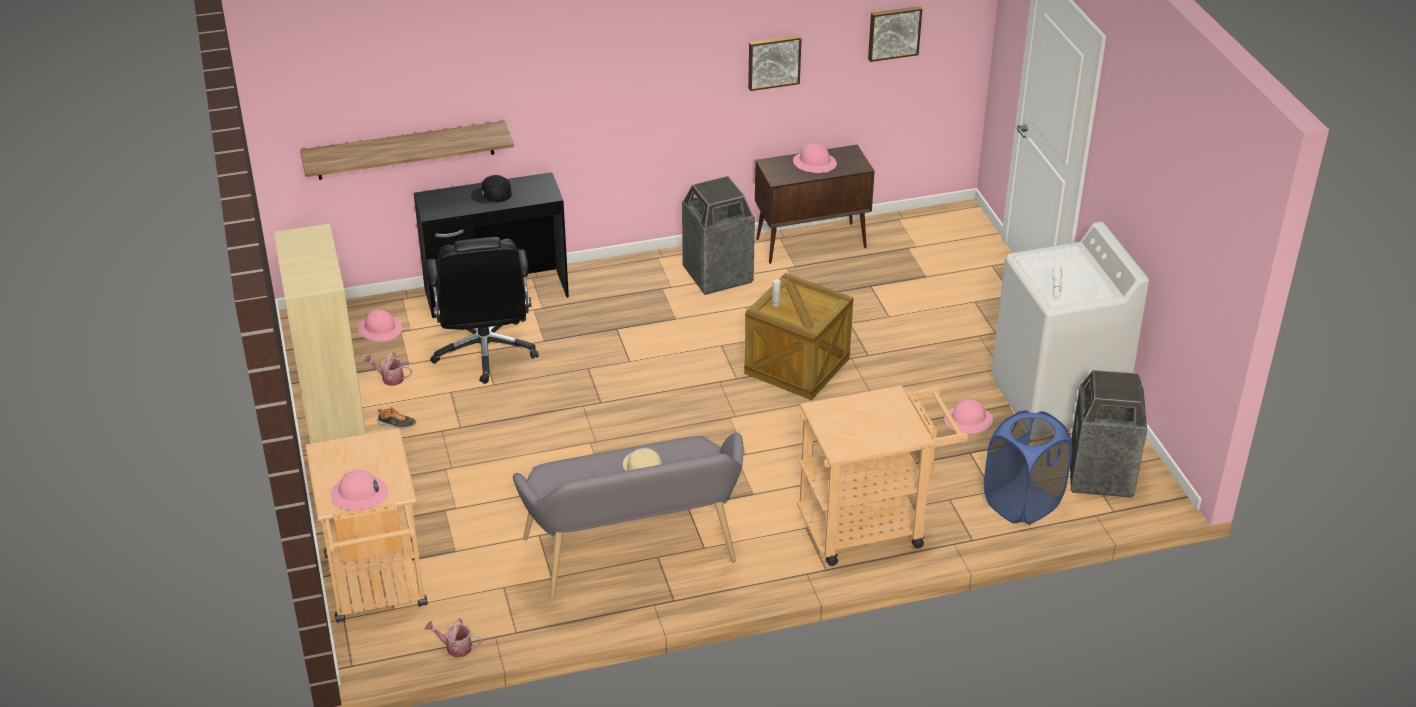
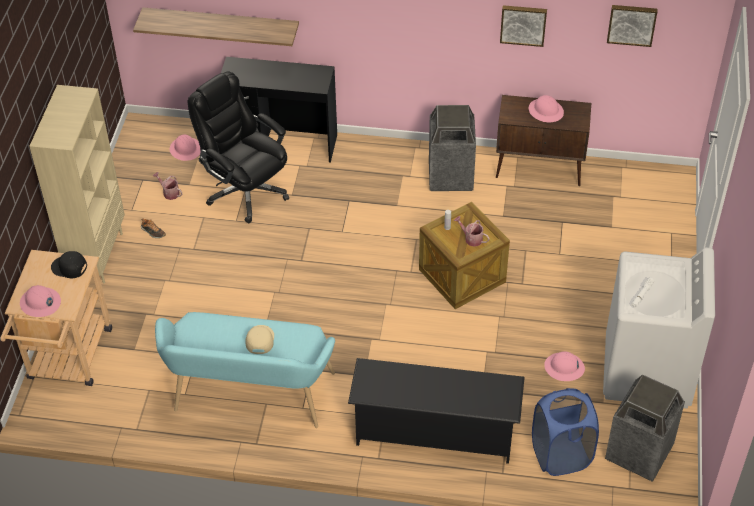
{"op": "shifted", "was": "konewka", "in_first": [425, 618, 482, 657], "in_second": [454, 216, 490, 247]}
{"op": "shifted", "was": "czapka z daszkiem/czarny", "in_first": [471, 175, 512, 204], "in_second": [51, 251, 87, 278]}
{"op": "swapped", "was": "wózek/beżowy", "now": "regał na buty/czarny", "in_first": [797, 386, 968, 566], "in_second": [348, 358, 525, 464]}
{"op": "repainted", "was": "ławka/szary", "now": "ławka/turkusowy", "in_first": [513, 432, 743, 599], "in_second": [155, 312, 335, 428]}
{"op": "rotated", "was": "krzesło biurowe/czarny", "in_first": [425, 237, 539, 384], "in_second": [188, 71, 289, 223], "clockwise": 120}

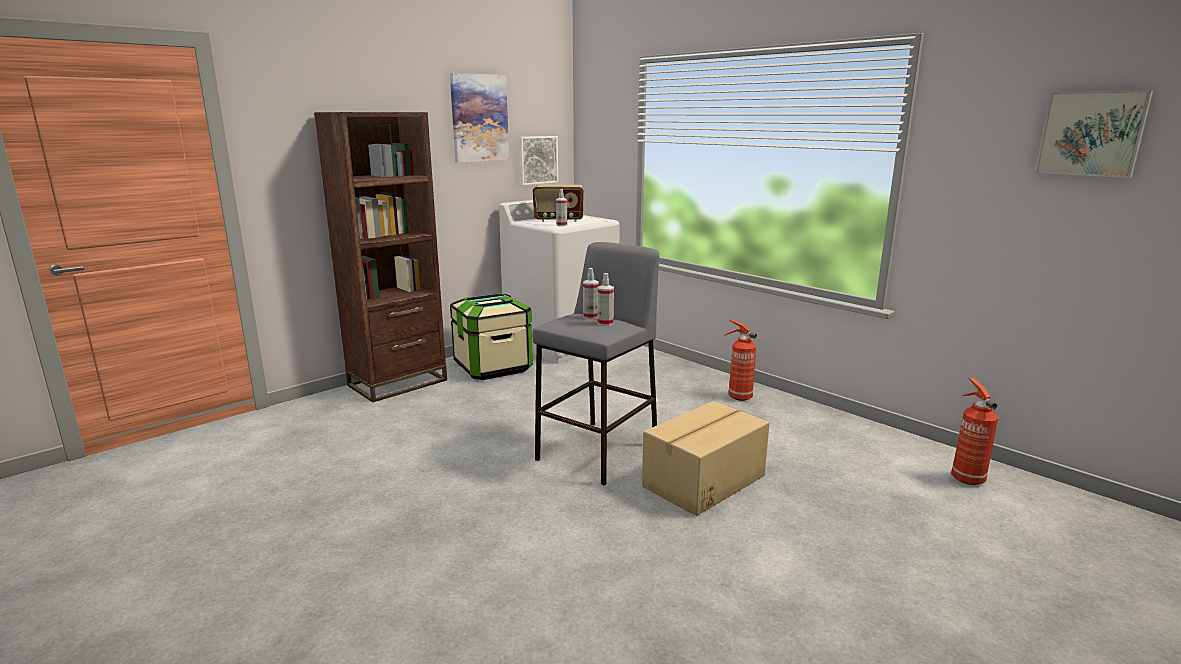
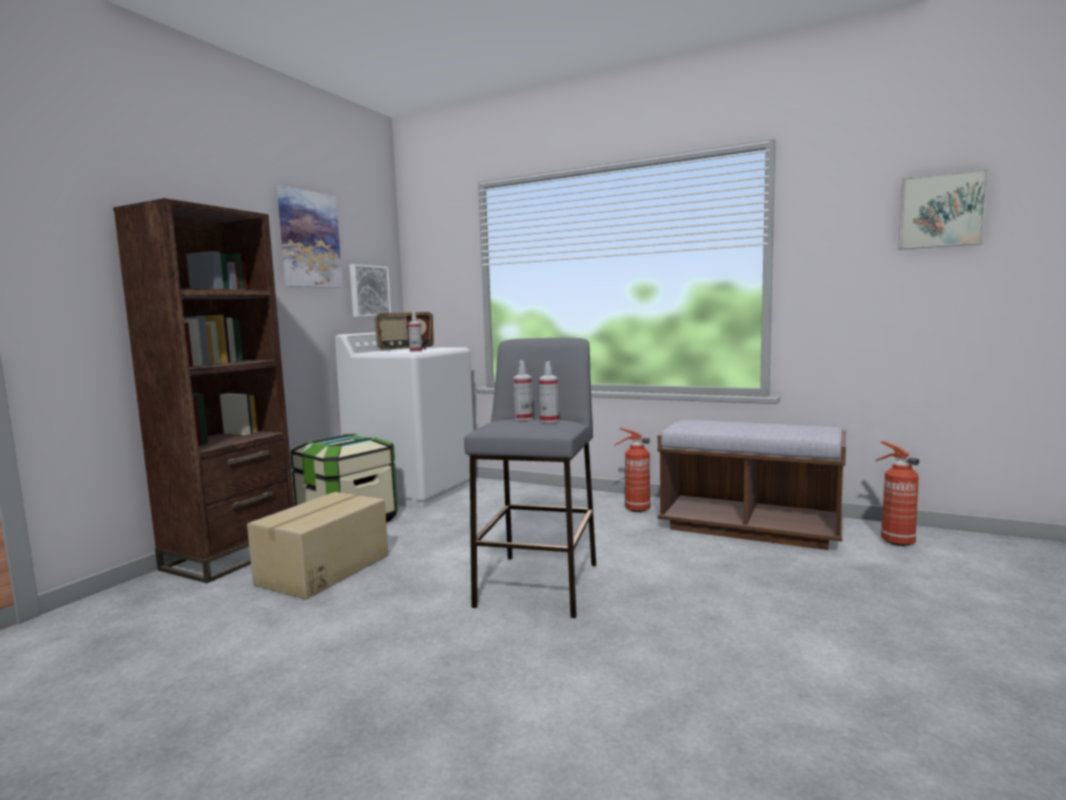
{"op": "new", "now": "ławka/brązowy", "in_second": [658, 420, 846, 550]}
{"op": "shifted", "was": "karton", "in_first": [642, 401, 770, 516], "in_second": [247, 492, 388, 600]}

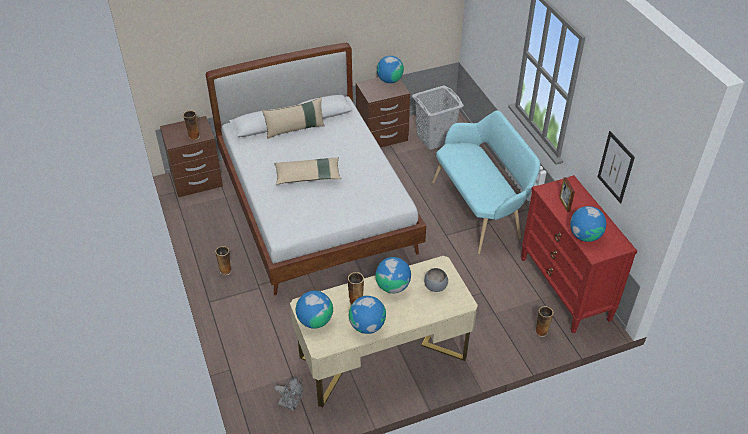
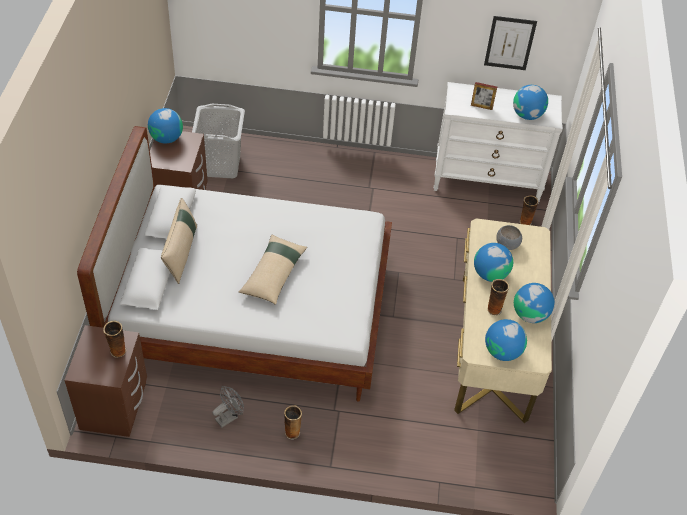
{"op": "gone", "was": "ławka/turkusowy", "in_first": [432, 110, 540, 254]}
{"op": "shifted", "was": "wentylator/szary", "in_first": [274, 377, 303, 411], "in_second": [212, 386, 244, 428]}
{"op": "repainted", "was": "komoda/czerwony", "now": "komoda/biały", "in_first": [521, 175, 637, 333], "in_second": [434, 82, 563, 203]}

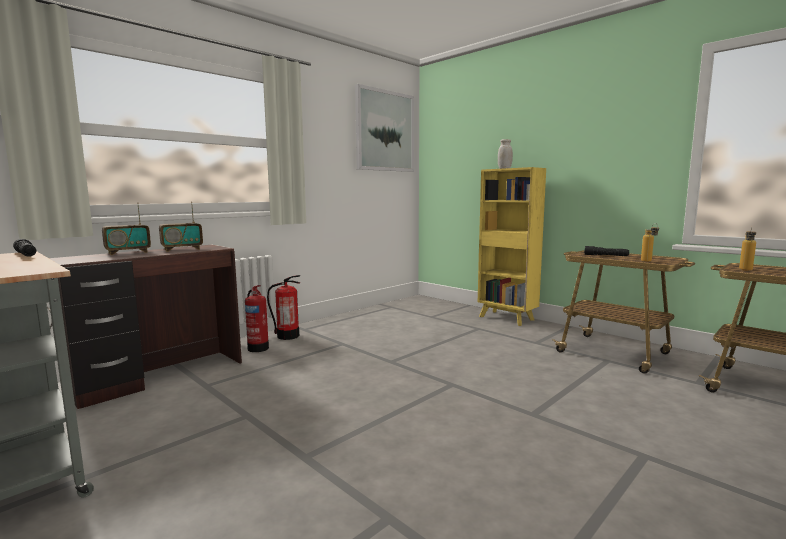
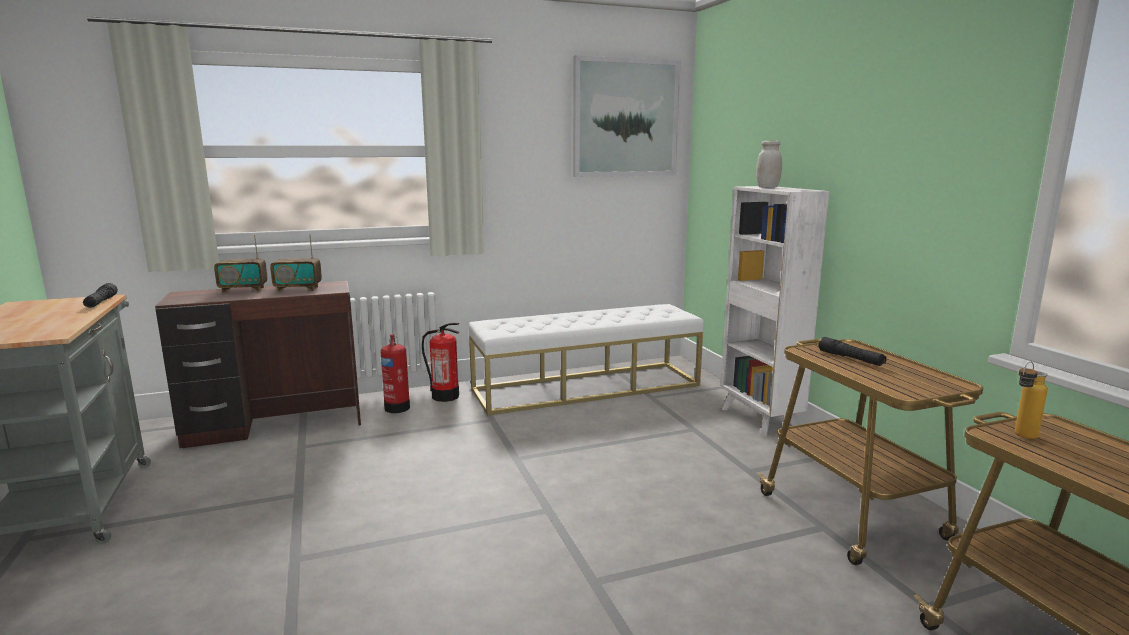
{"op": "gone", "was": "butelka", "in_first": [641, 223, 659, 262]}
{"op": "new", "now": "ławka/biały", "in_second": [469, 304, 703, 415]}
{"op": "repainted", "was": "regał/żółty", "now": "regał/biały", "in_first": [478, 167, 546, 326], "in_second": [721, 186, 829, 437]}

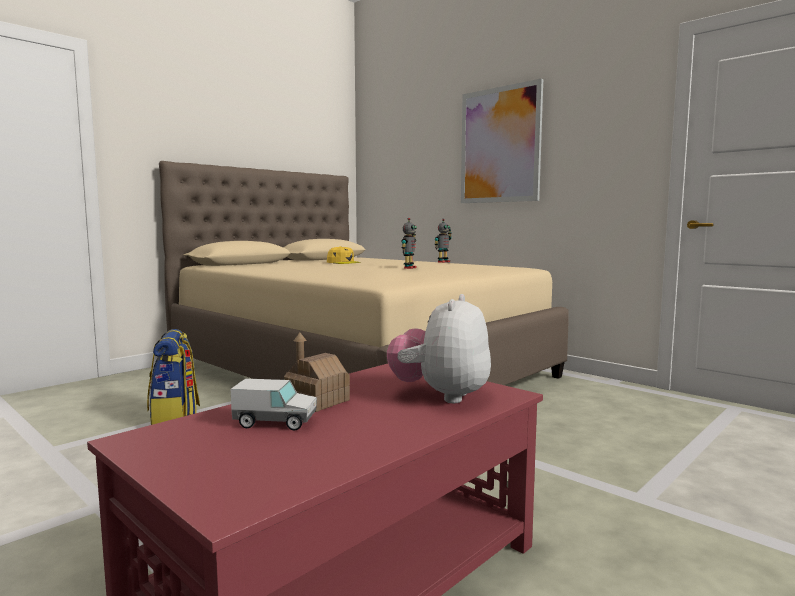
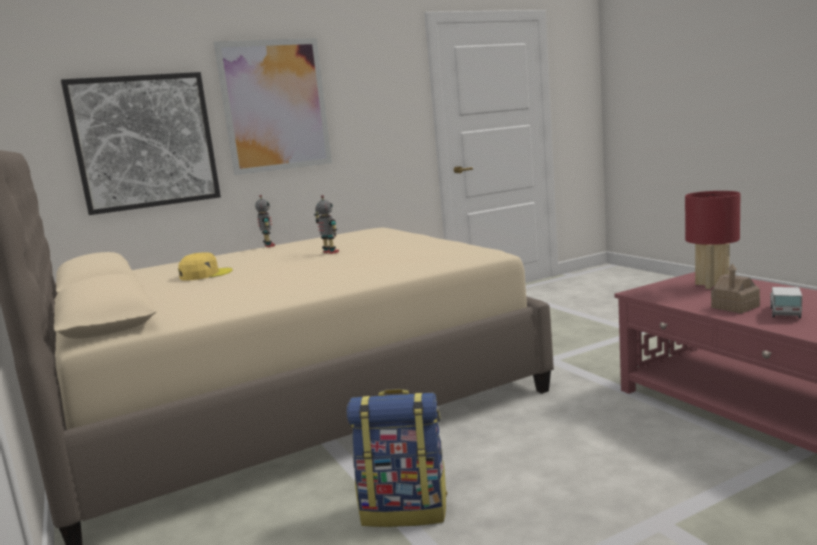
{"op": "new", "now": "obraz", "in_second": [61, 72, 221, 215]}
{"op": "swapped", "was": "pluszak", "now": "lampa stołowa/czerwony", "in_first": [387, 294, 491, 403], "in_second": [685, 191, 740, 289]}

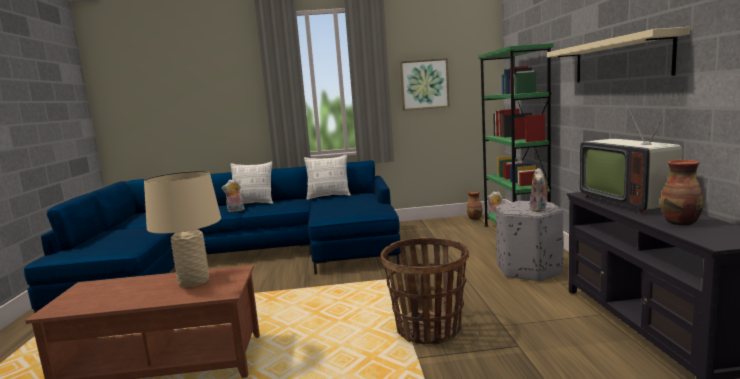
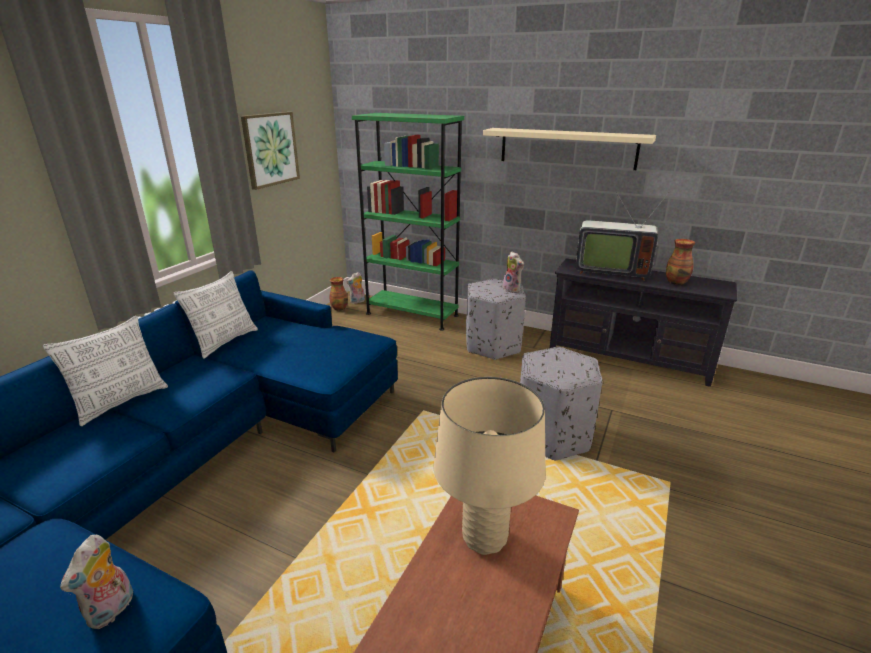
{"op": "shifted", "was": "pluszak", "in_first": [221, 179, 245, 212], "in_second": [60, 535, 133, 629]}
{"op": "swapped", "was": "koszyk", "now": "pufa/szary", "in_first": [381, 238, 469, 345], "in_second": [520, 347, 603, 460]}

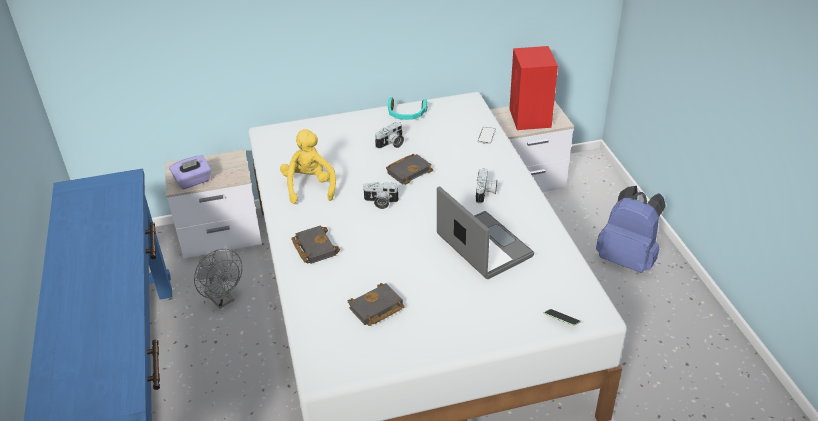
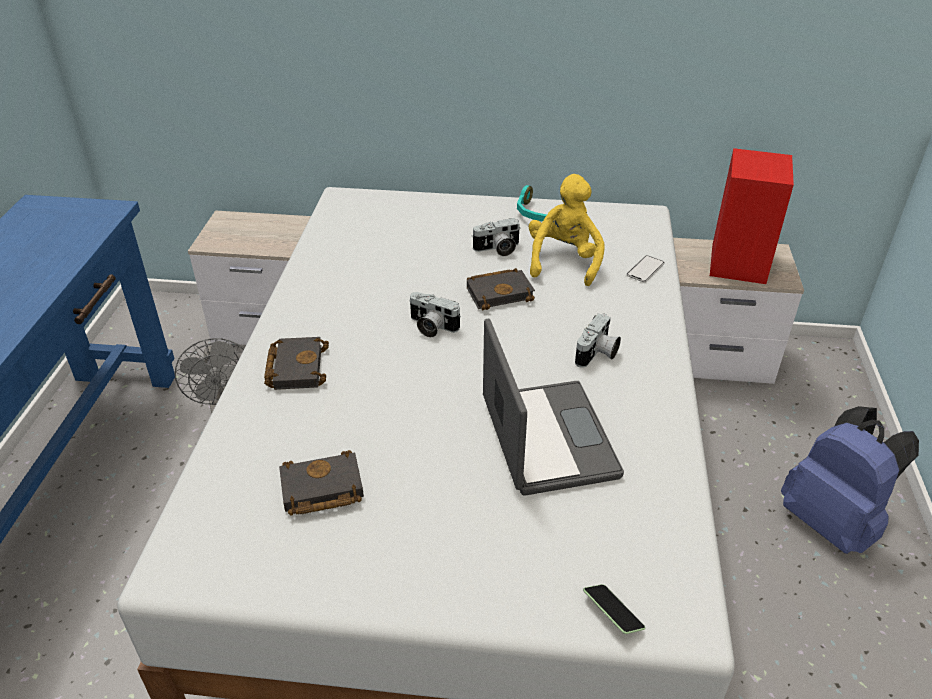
{"op": "gone", "was": "pudełko chusteczek/fioletowy", "in_first": [169, 155, 211, 190]}
{"op": "shifted", "was": "pluszak/żółty", "in_first": [280, 129, 336, 204], "in_second": [529, 174, 605, 286]}

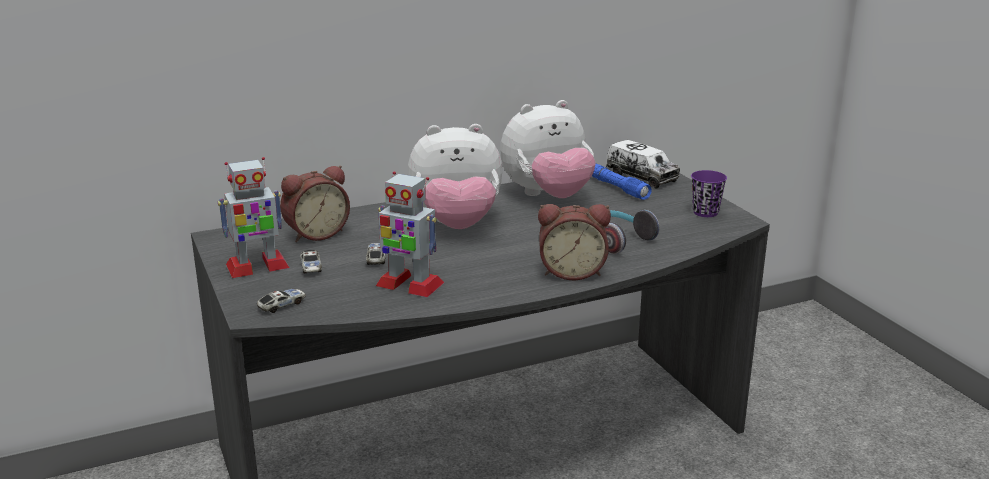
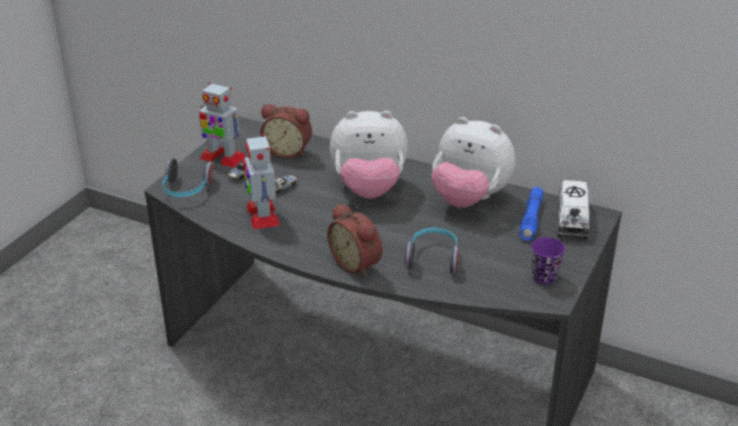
{"op": "swapped", "was": "samochodzik", "now": "słuchawki", "in_first": [257, 289, 306, 313], "in_second": [162, 158, 215, 197]}
{"op": "rotated", "was": "pluszak", "in_first": [407, 124, 502, 229], "in_second": [330, 111, 408, 199], "clockwise": -45}

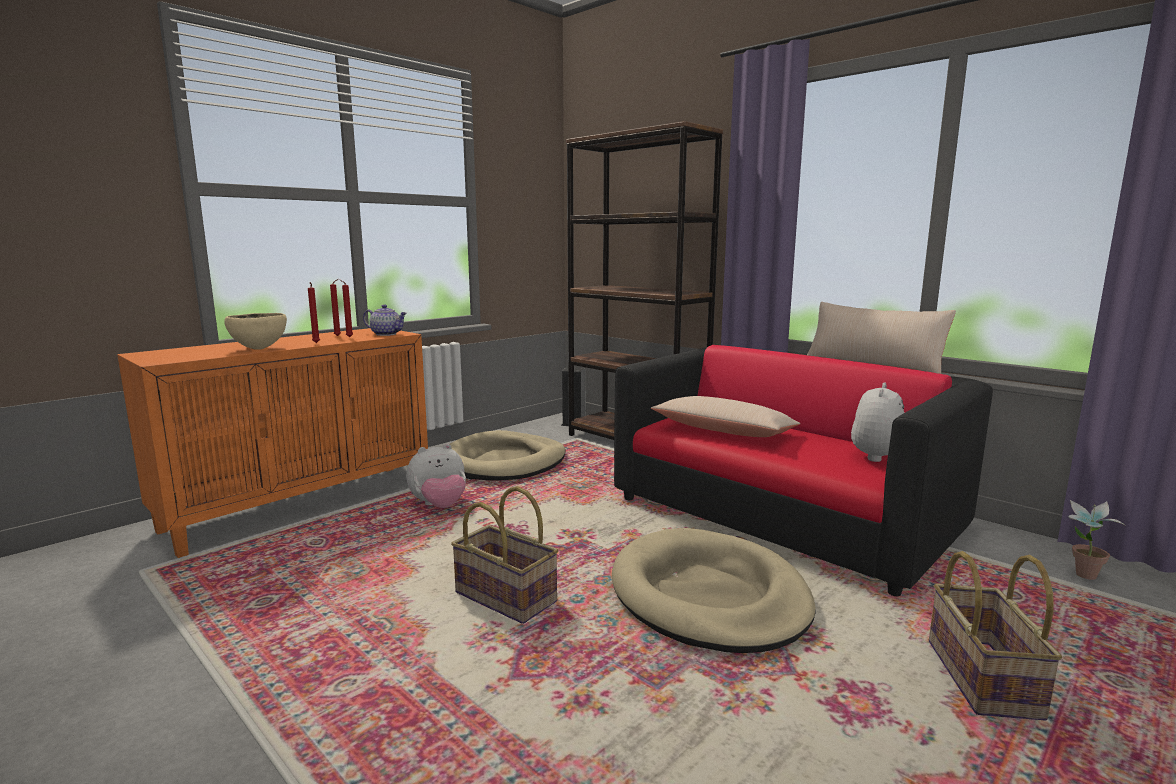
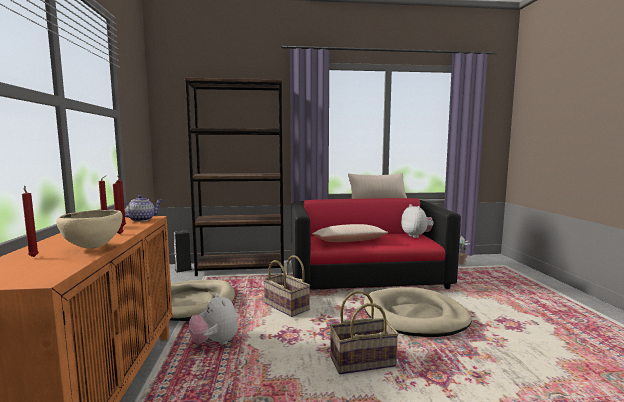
{"op": "new", "now": "świeca/czerwony", "in_second": [22, 186, 39, 257]}
{"op": "shifted", "was": "koszyk", "in_first": [929, 551, 1062, 721], "in_second": [263, 255, 310, 317]}
{"op": "rotated", "was": "pluszak", "in_first": [406, 444, 466, 508], "in_second": [189, 293, 238, 345], "clockwise": 135}

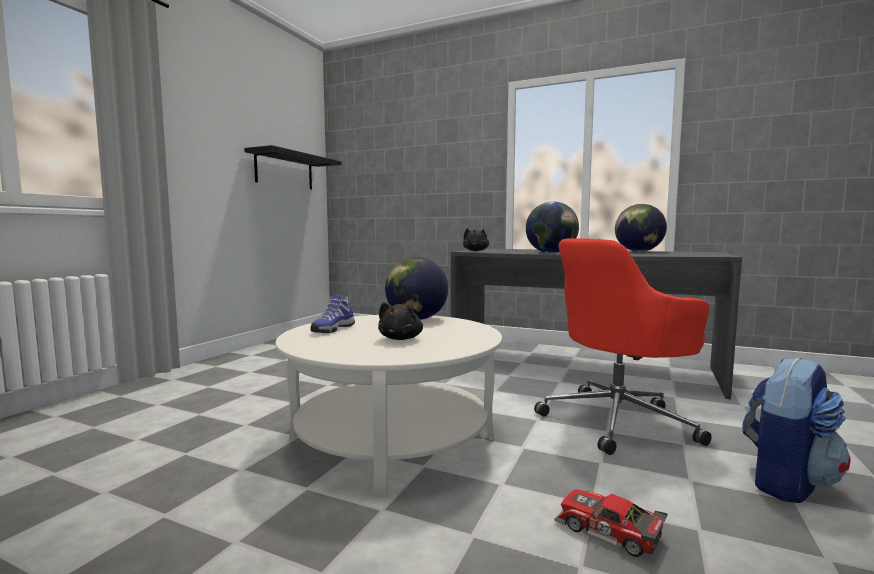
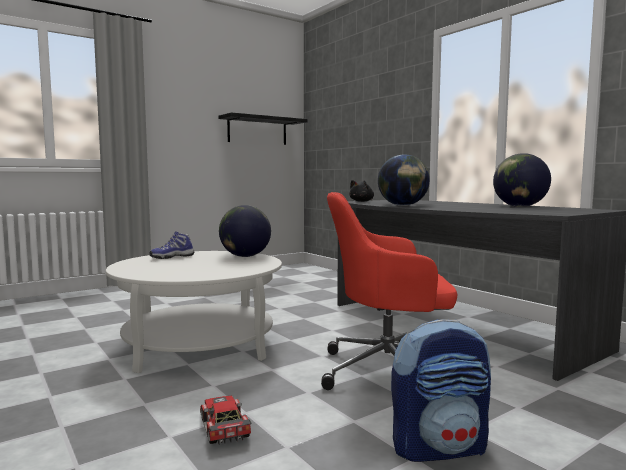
{"op": "gone", "was": "pluszak/czarny", "in_first": [378, 302, 423, 340]}

